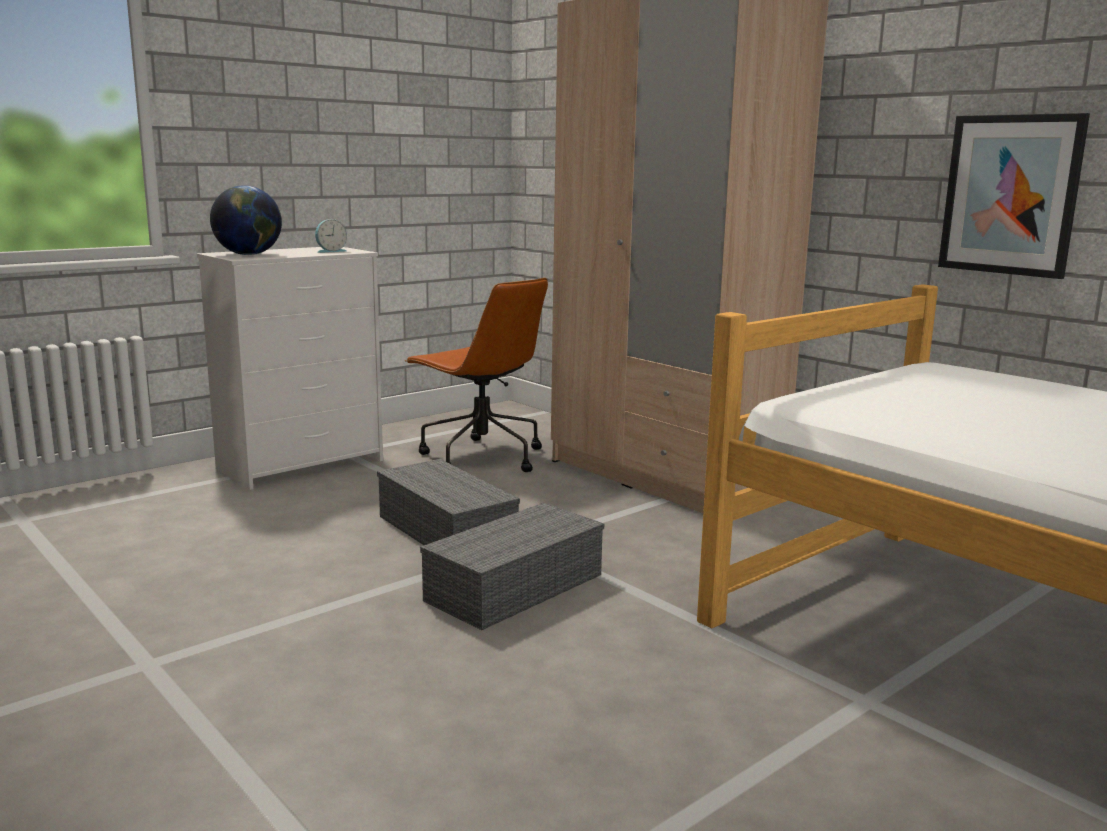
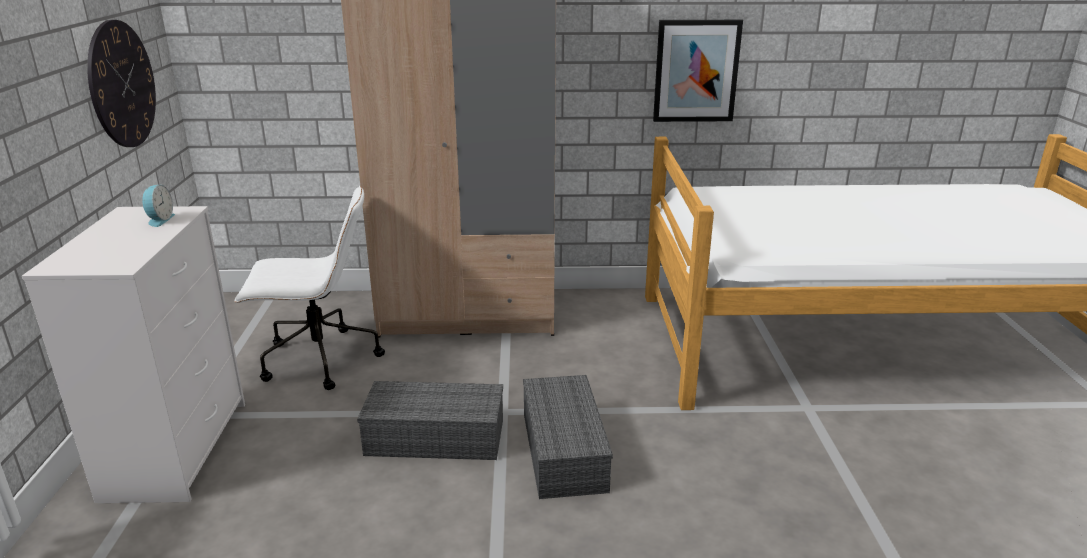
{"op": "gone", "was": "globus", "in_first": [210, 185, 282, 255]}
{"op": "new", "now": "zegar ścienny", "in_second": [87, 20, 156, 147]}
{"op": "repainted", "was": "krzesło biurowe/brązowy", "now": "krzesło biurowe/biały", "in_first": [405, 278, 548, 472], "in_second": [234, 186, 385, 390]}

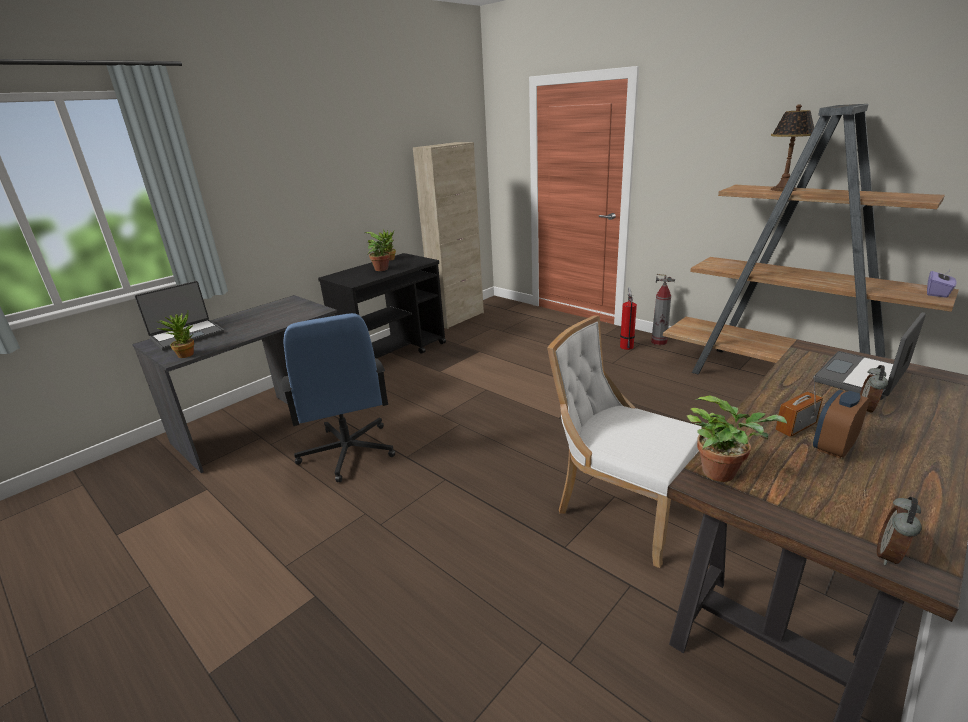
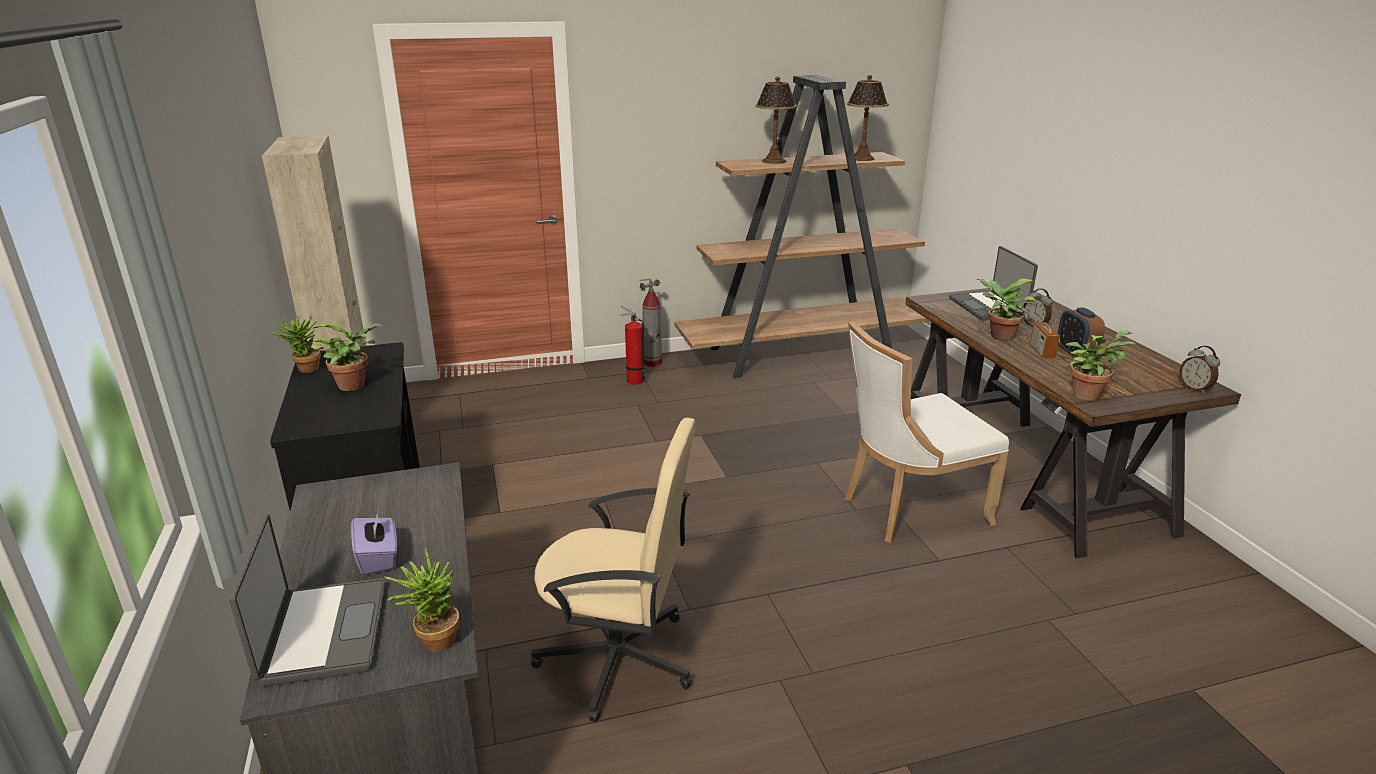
{"op": "new", "now": "lampa stołowa", "in_second": [847, 75, 889, 161]}
{"op": "new", "now": "roślina doniczkowa", "in_second": [977, 278, 1036, 341]}
{"op": "shifted", "was": "pudełko chusteczek/fioletowy", "in_first": [927, 269, 957, 298], "in_second": [351, 512, 397, 576]}
{"op": "repainted", "was": "krzesło biurowe/niebieski", "now": "krzesło biurowe/beżowy", "in_first": [282, 313, 395, 482], "in_second": [531, 418, 696, 722]}

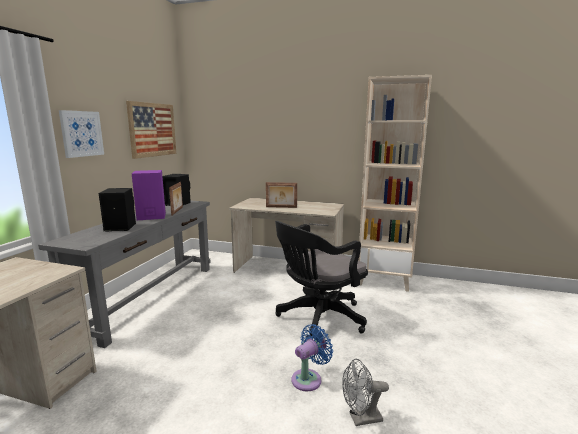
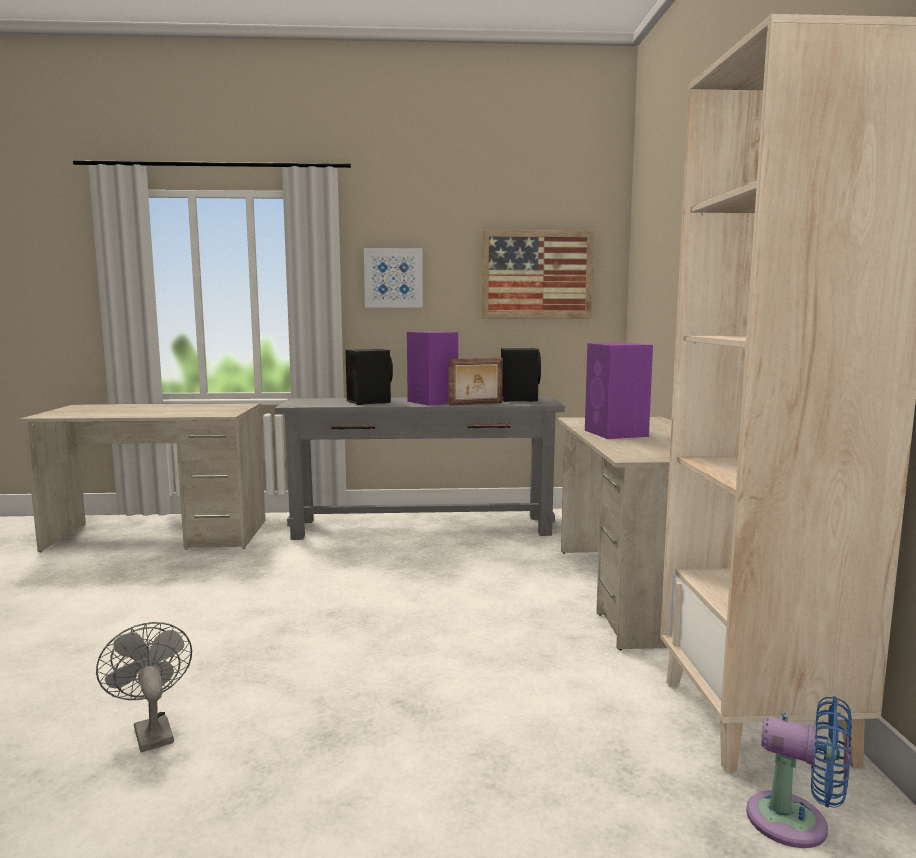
{"op": "gone", "was": "krzesło biurowe/czarny", "in_first": [275, 221, 368, 337]}
{"op": "shifted", "was": "wentylator/niebieski", "in_first": [292, 324, 333, 391], "in_second": [746, 696, 852, 848]}
{"op": "swapped", "was": "ramka na zdjęcie", "now": "głośnik/fioletowy", "in_first": [266, 182, 297, 208], "in_second": [585, 343, 653, 439]}

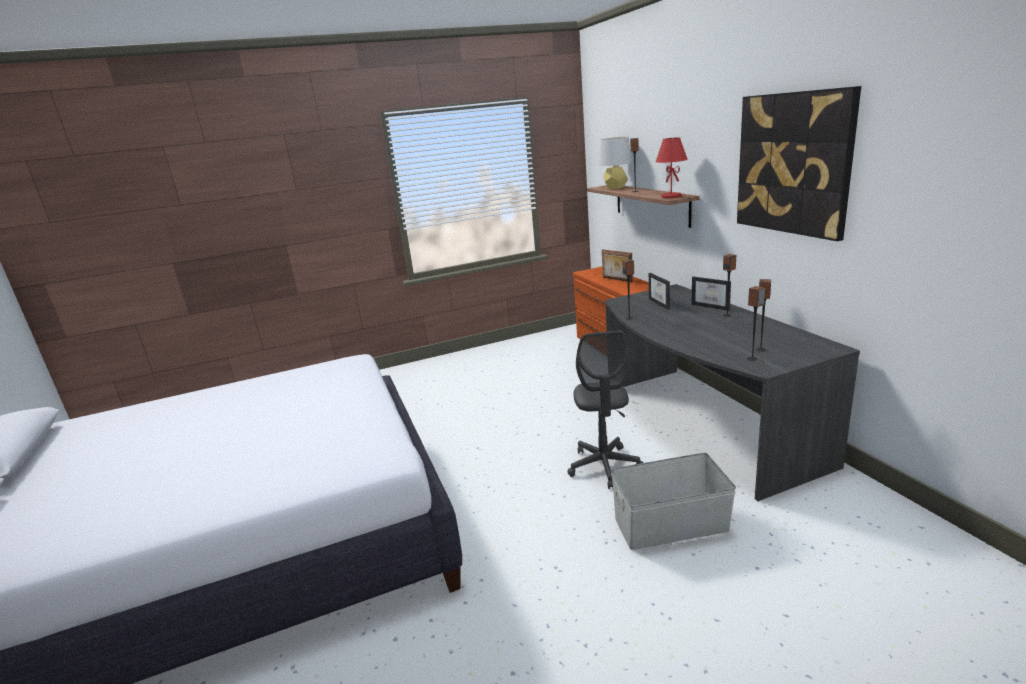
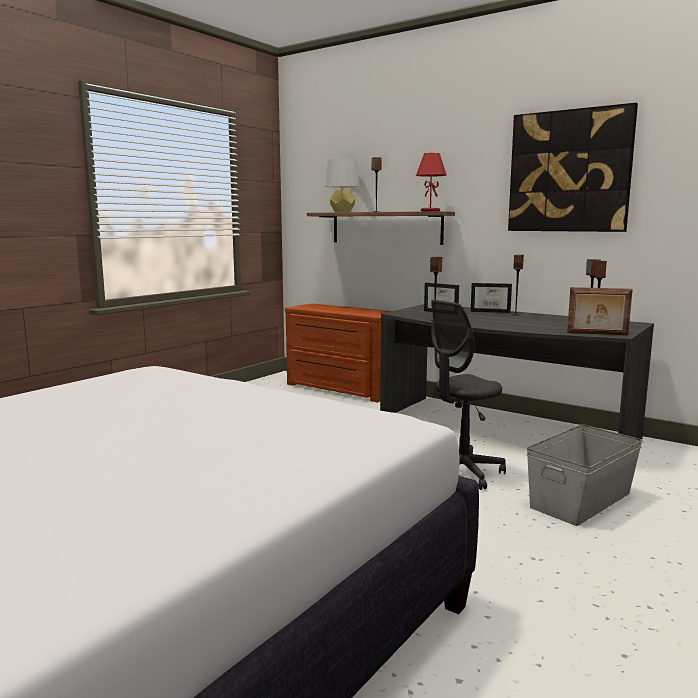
{"op": "shifted", "was": "ramka na zdjęcie", "in_first": [602, 249, 633, 282], "in_second": [567, 287, 633, 335]}
{"op": "rotated", "was": "krzesło biurowe/szary", "in_first": [567, 331, 644, 489], "in_second": [431, 300, 506, 490], "clockwise": 90}

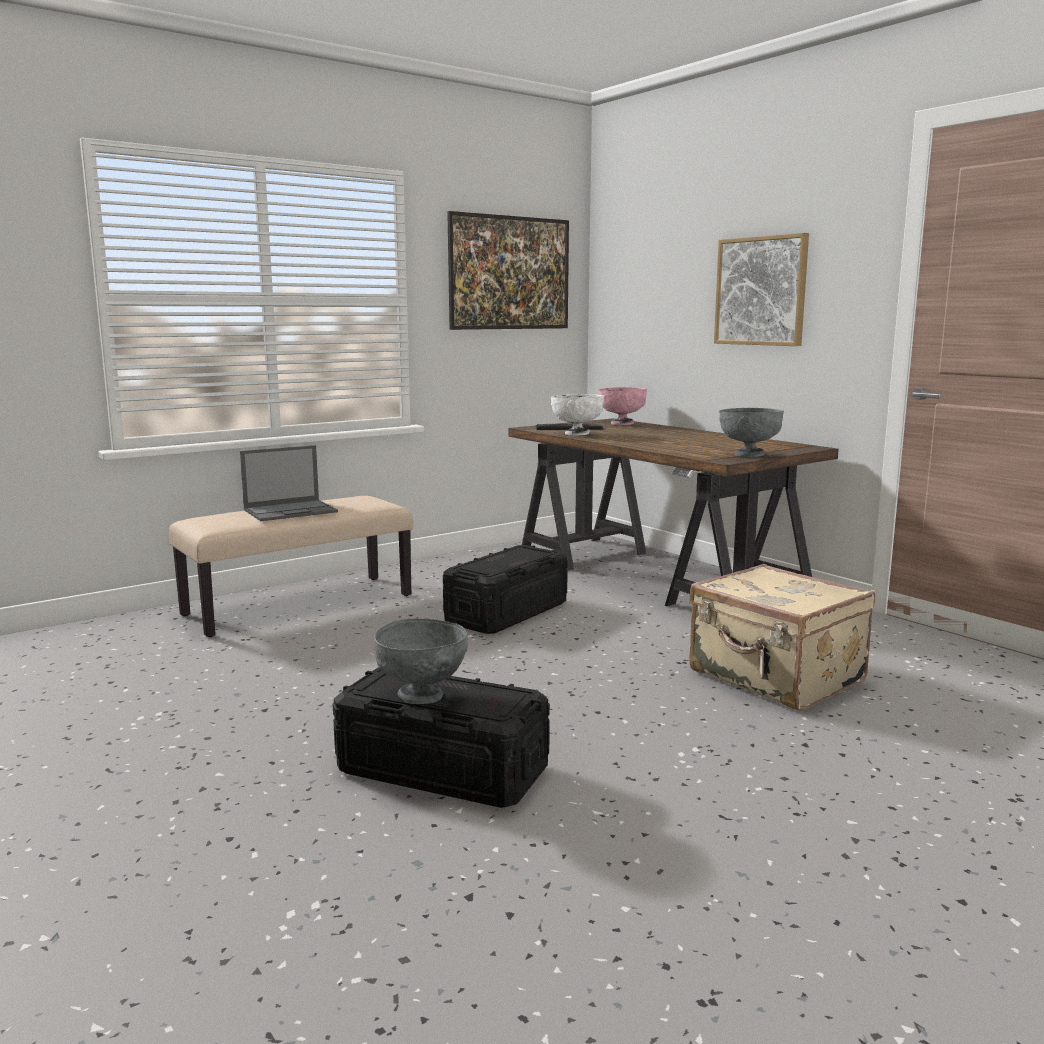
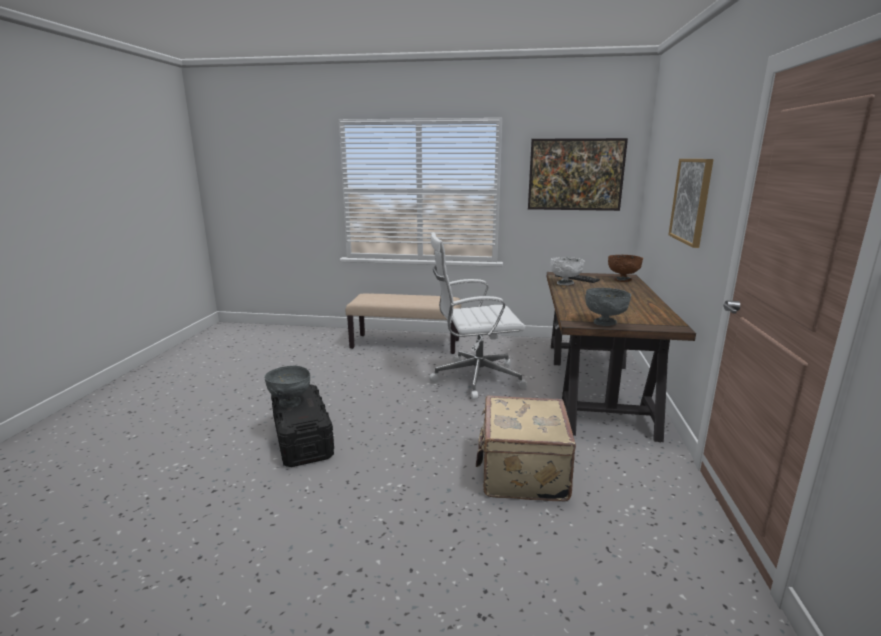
{"op": "gone", "was": "laptop", "in_first": [240, 445, 338, 521]}
{"op": "swapped", "was": "pojemnik do przechowywania/czarny", "now": "krzesło biurowe/biały", "in_first": [443, 545, 568, 634], "in_second": [429, 232, 527, 400]}
{"op": "repainted", "was": "miska/różowy", "now": "miska/brązowy", "in_first": [599, 387, 647, 425], "in_second": [608, 255, 643, 282]}

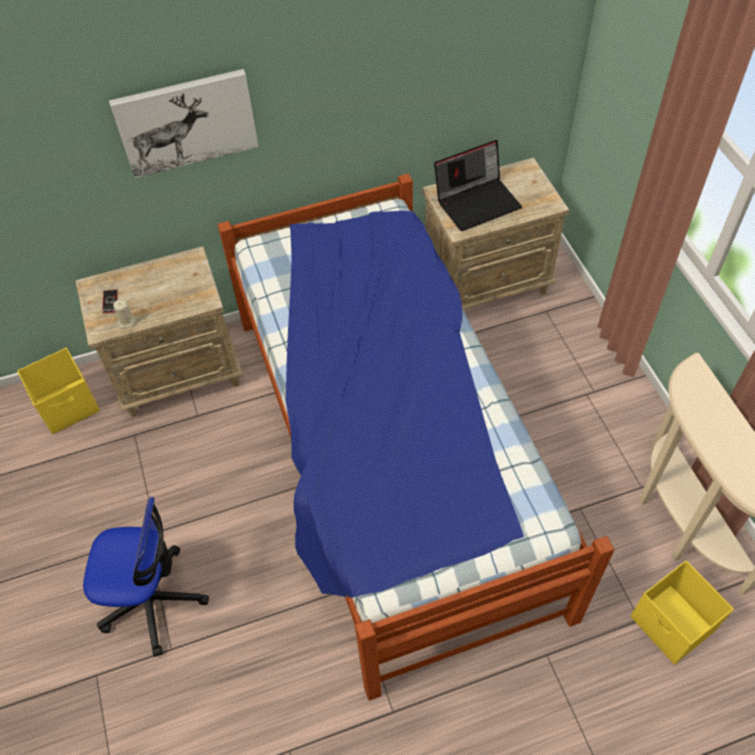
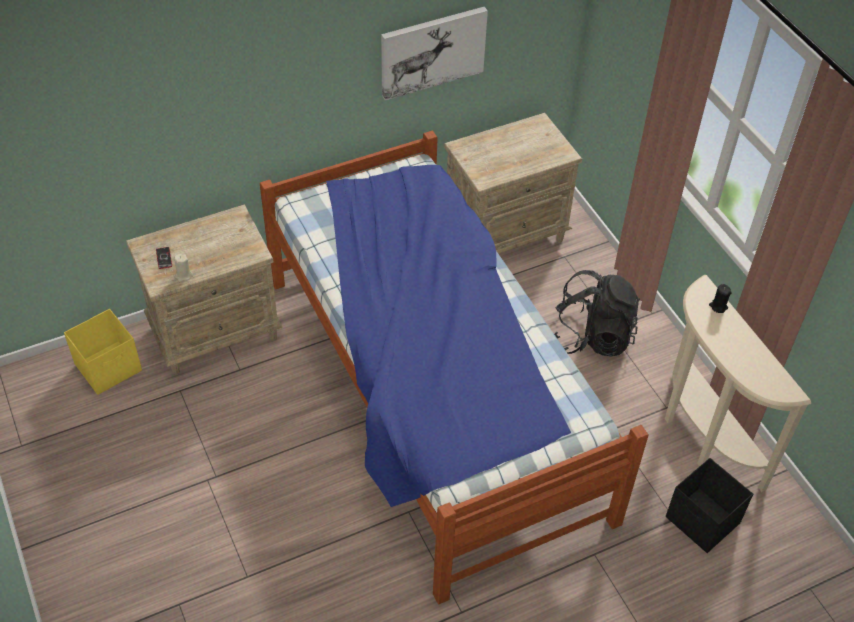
{"op": "gone", "was": "krzesło biurowe", "in_first": [83, 497, 209, 657]}
{"op": "gone", "was": "laptop", "in_first": [434, 140, 522, 231]}
{"op": "new", "now": "plecak/czarny", "in_second": [554, 270, 640, 356]}
{"op": "new", "now": "świeca/czarny", "in_second": [709, 284, 732, 313]}
{"op": "shifted", "was": "obraz", "in_first": [109, 69, 259, 178], "in_second": [381, 7, 488, 100]}
{"op": "repainted", "was": "pojemnik do przechowywania/żółty", "now": "pojemnik do przechowywania/czarny", "in_first": [631, 561, 734, 665], "in_second": [666, 458, 753, 553]}

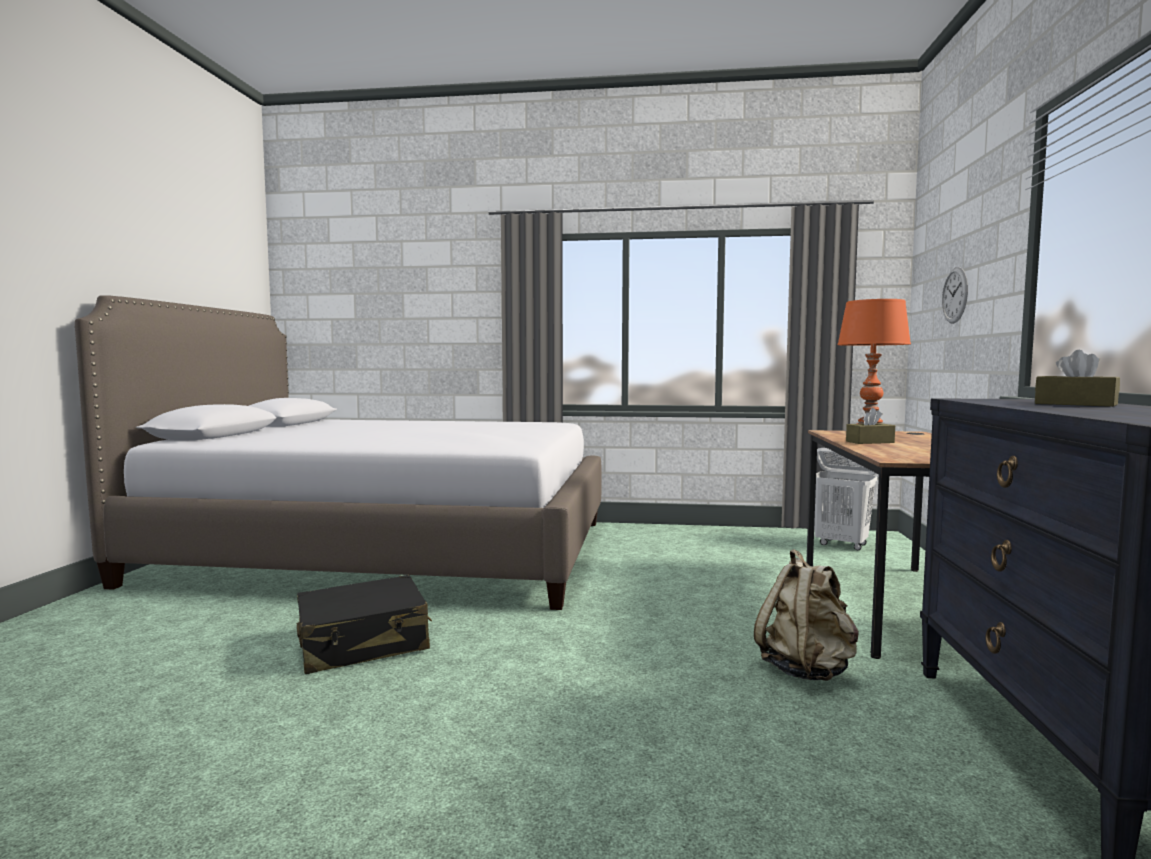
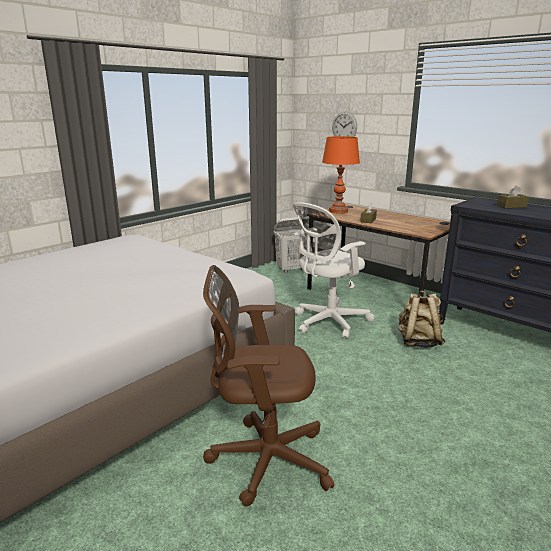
{"op": "new", "now": "krzesło biurowe/biały", "in_second": [293, 202, 375, 339]}
{"op": "swapped", "was": "walizka/czarny", "now": "krzesło biurowe/brązowy", "in_first": [296, 575, 432, 674], "in_second": [203, 265, 334, 506]}

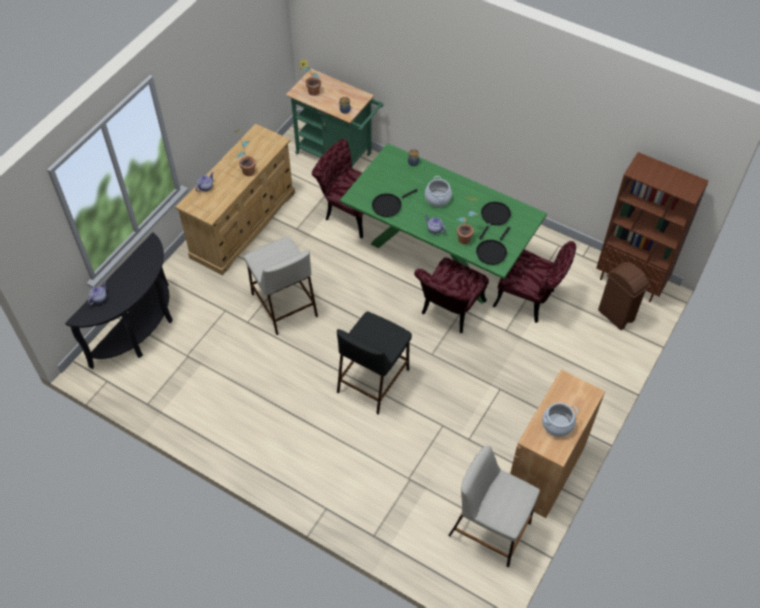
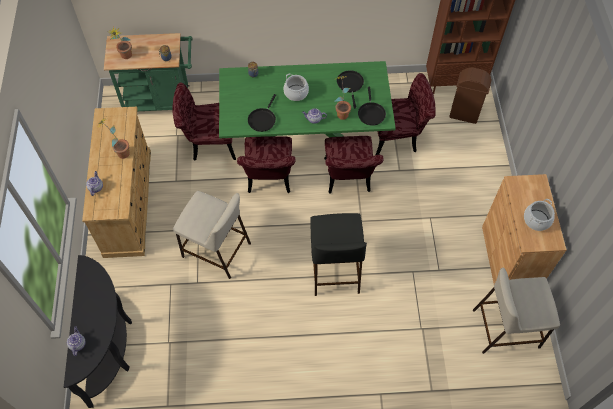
{"op": "new", "now": "krzesło/czerwony", "in_second": [237, 136, 296, 193]}

